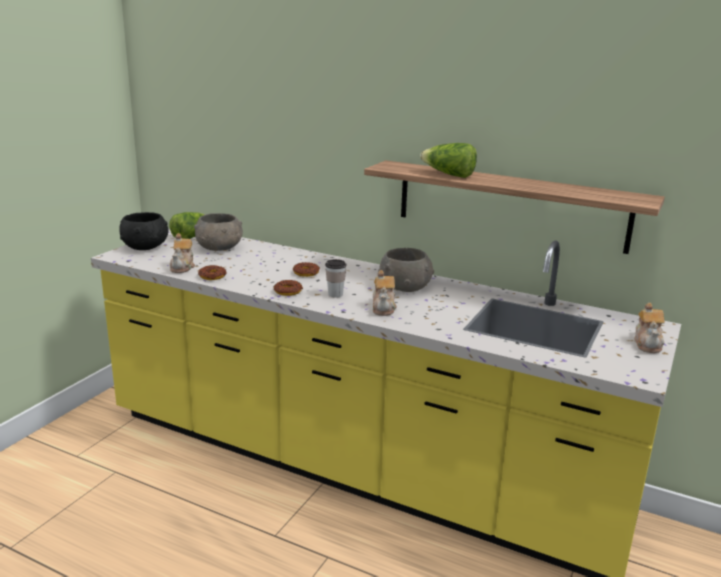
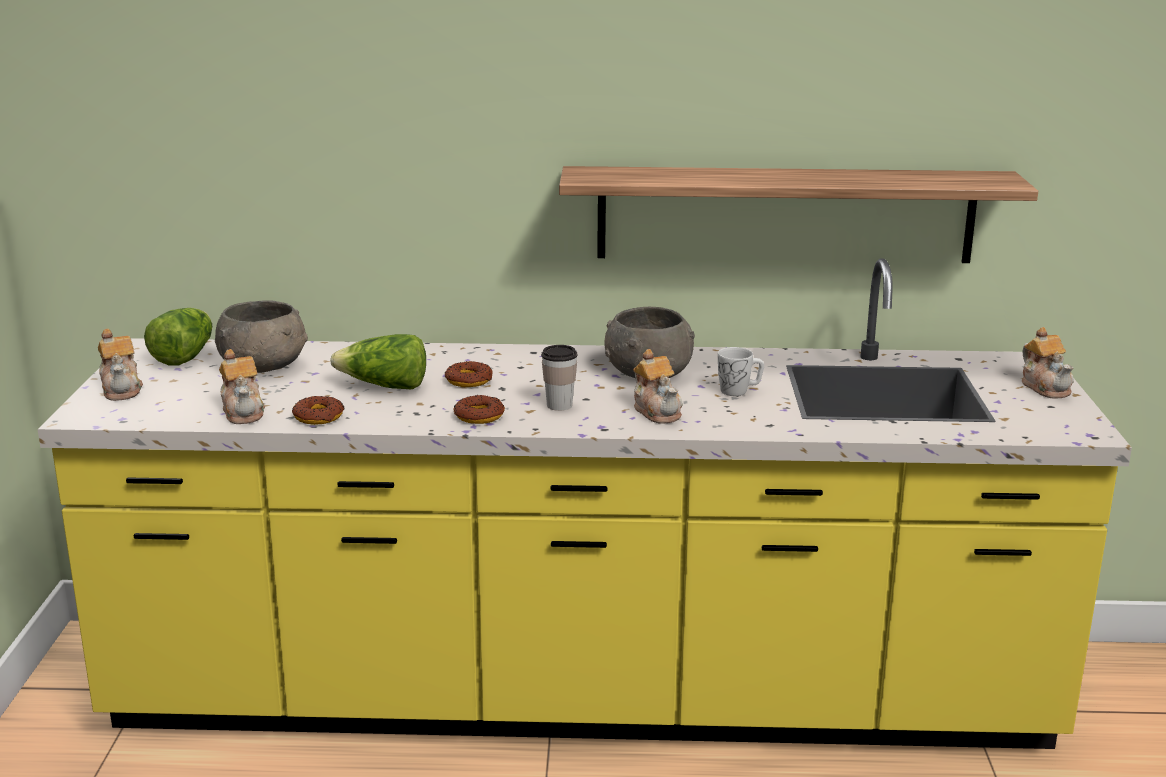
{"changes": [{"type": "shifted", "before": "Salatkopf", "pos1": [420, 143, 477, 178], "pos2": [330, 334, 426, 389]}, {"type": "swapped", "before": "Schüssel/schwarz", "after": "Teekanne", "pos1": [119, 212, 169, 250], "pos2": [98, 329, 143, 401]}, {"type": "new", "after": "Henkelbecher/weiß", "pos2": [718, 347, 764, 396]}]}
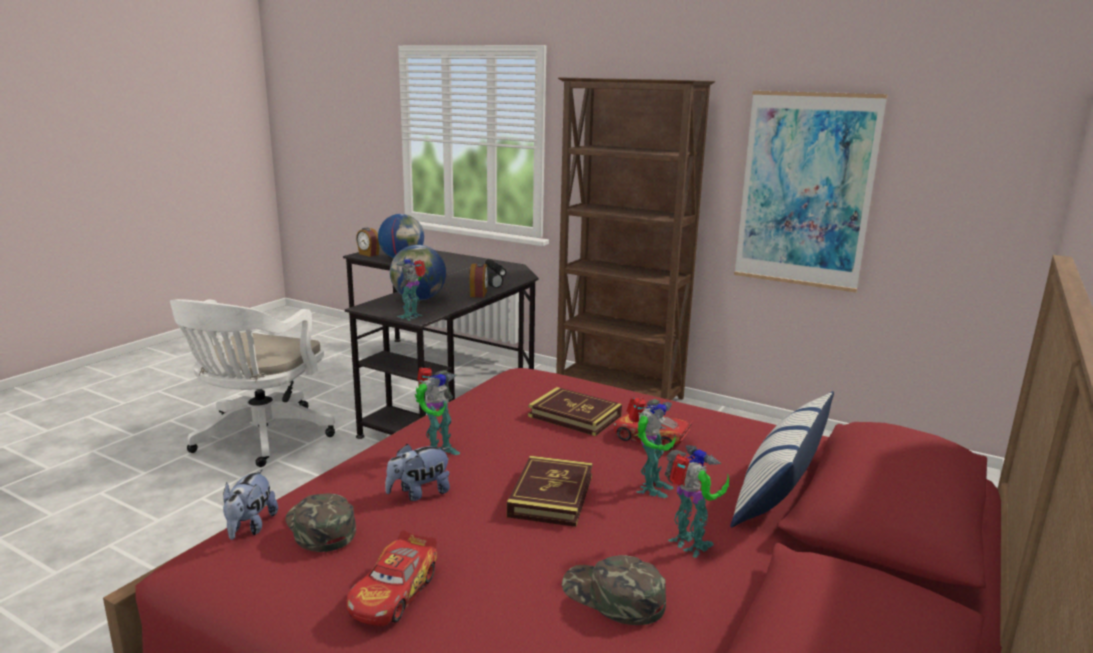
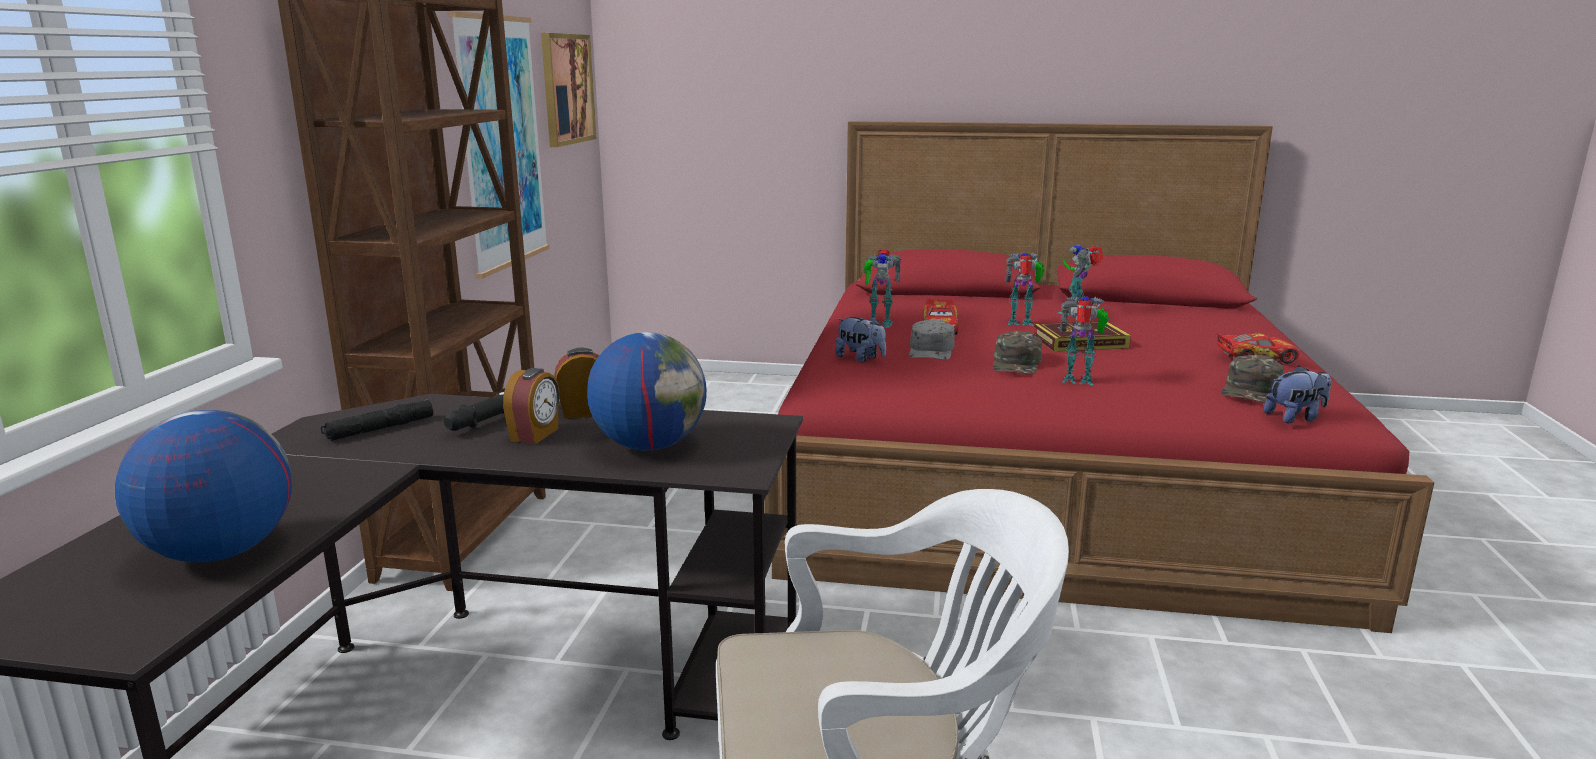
{"changes": [{"type": "shifted", "before": "Wecker", "pos1": [356, 228, 380, 257], "pos2": [503, 368, 560, 444]}, {"type": "shifted", "before": "Spielzeugroboter", "pos1": [396, 258, 426, 320], "pos2": [864, 249, 901, 328]}, {"type": "swapped", "before": "Buch", "after": "Kappe/grau", "pos1": [528, 387, 622, 436], "pos2": [909, 319, 955, 360]}, {"type": "gone", "before": "Kissen", "pos1": [730, 391, 834, 528]}, {"type": "shifted", "before": "Plüschtier", "pos1": [385, 444, 450, 501], "pos2": [835, 316, 886, 363]}, {"type": "shifted", "before": "Kappe/grün", "pos1": [562, 555, 666, 625], "pos2": [993, 331, 1042, 374]}, {"type": "new", "after": "Bild", "pos2": [541, 33, 596, 147]}]}
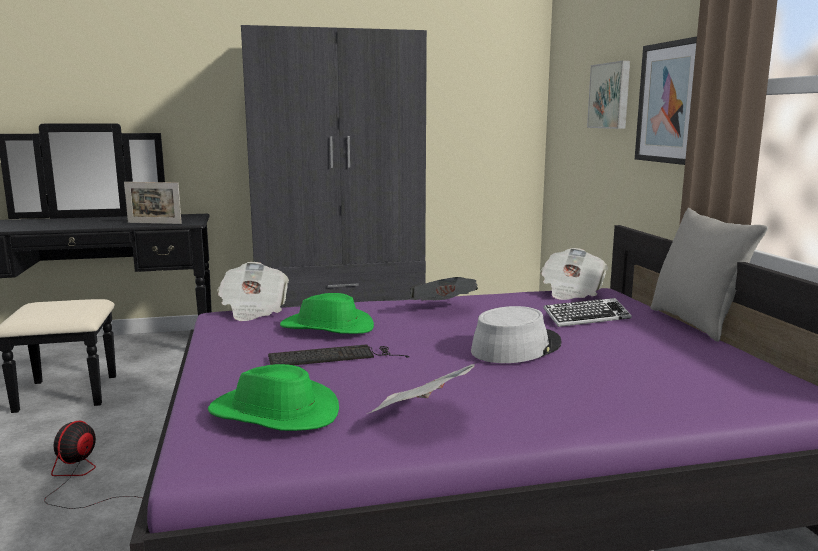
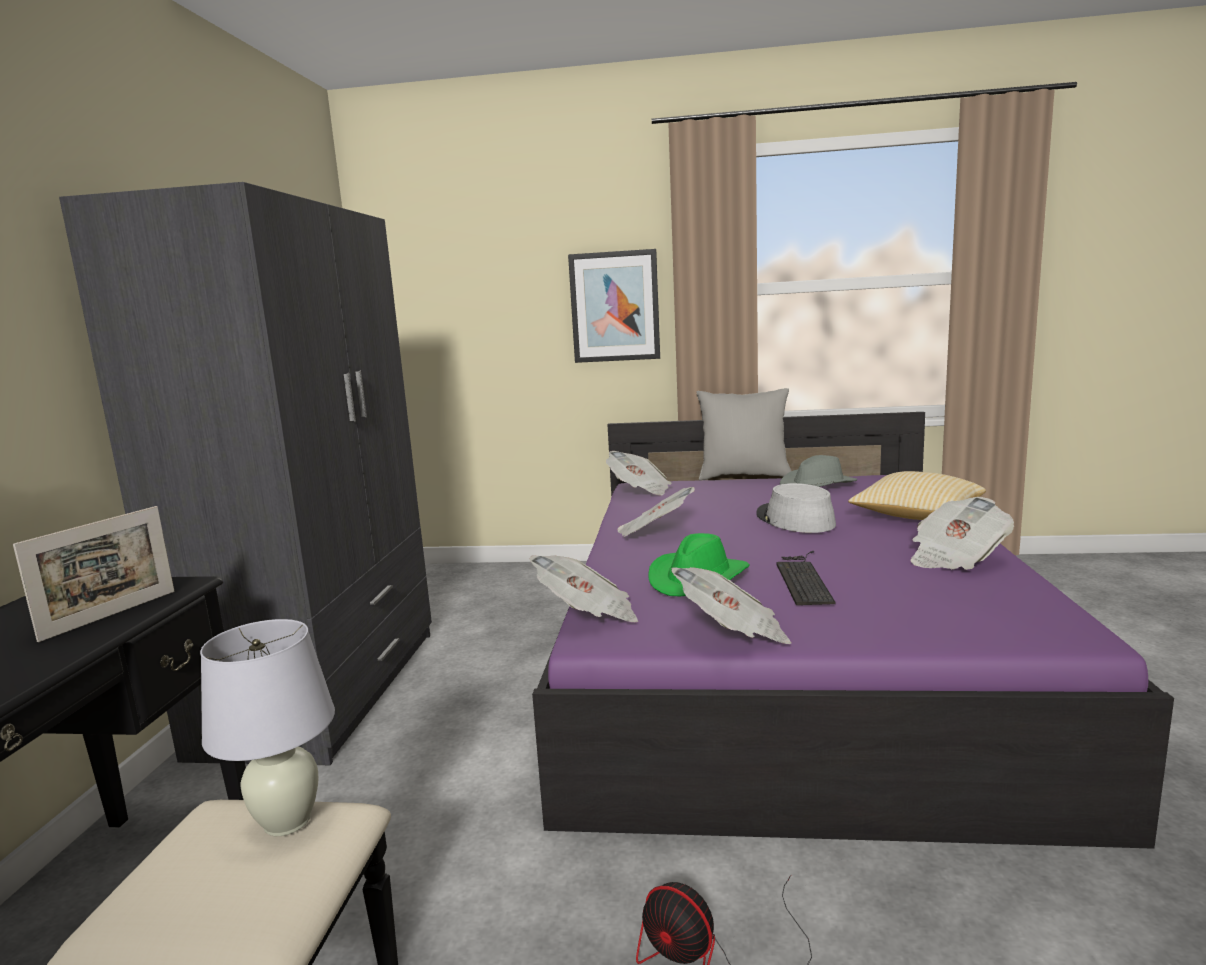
{"changes": [{"type": "gone", "before": "Bild", "pos1": [587, 61, 630, 129]}, {"type": "gone", "before": "Tastatur", "pos1": [543, 298, 632, 327]}, {"type": "gone", "before": "Hut/grün", "pos1": [208, 364, 339, 431]}, {"type": "new", "after": "Hut/grau", "pos2": [780, 455, 857, 487]}, {"type": "new", "after": "Kissen", "pos2": [848, 471, 986, 520]}, {"type": "new", "after": "Zeitung", "pos2": [671, 567, 791, 644]}, {"type": "new", "after": "Tischlampe/weiß", "pos2": [200, 619, 335, 836]}]}
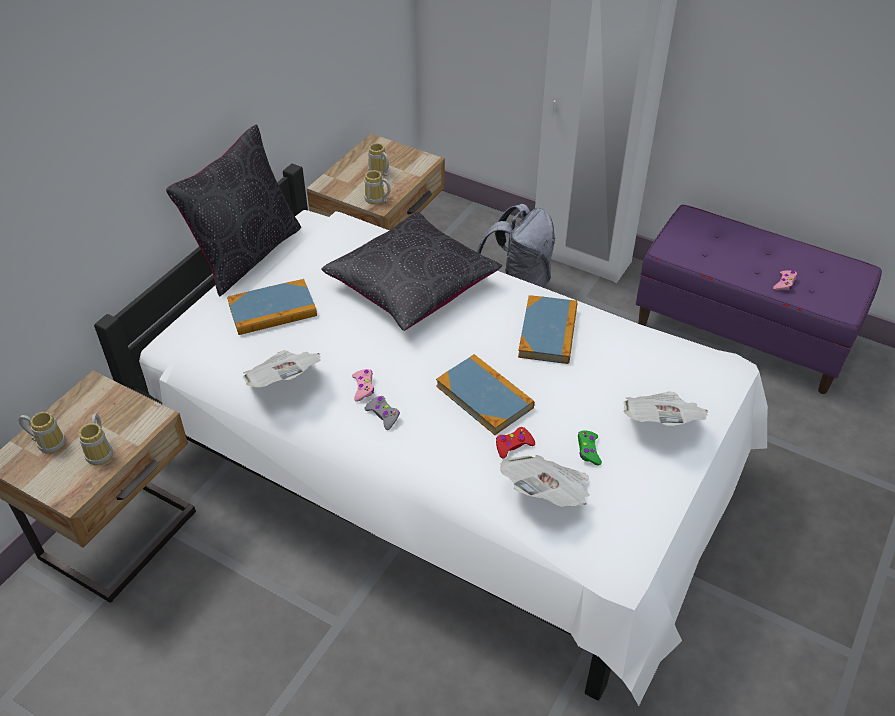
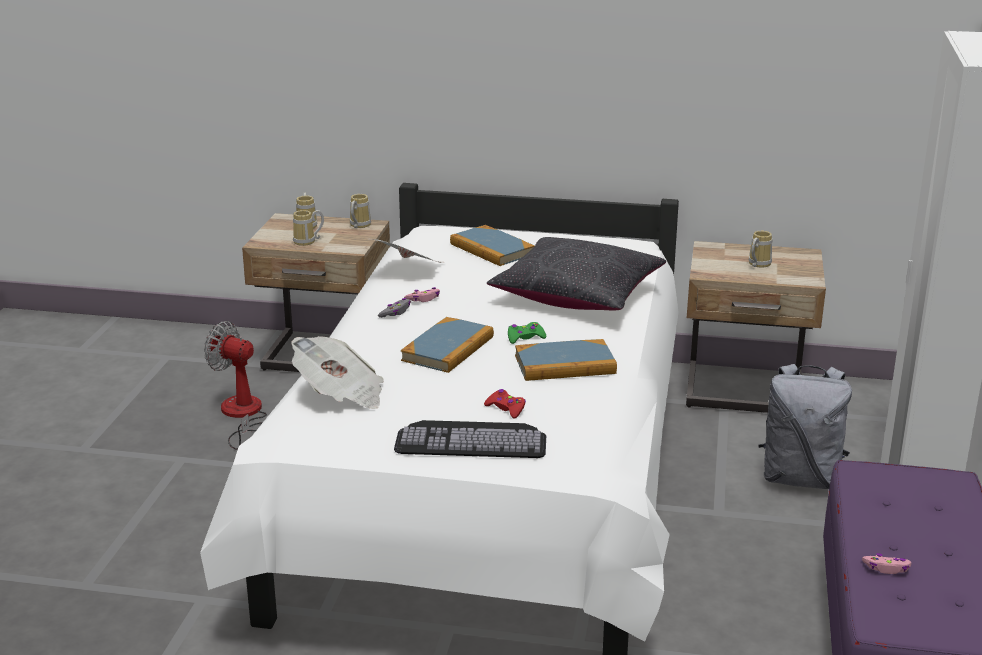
{"changes": [{"type": "gone", "before": "Kissen/schwarz", "pos1": [166, 125, 301, 297]}, {"type": "shifted", "before": "Henkelbecher", "pos1": [364, 170, 391, 205], "pos2": [350, 194, 371, 228]}, {"type": "swapped", "before": "Zeitung", "after": "Tastatur", "pos1": [623, 391, 709, 426], "pos2": [394, 420, 546, 458]}, {"type": "shifted", "before": "Gamepad/rot", "pos1": [496, 427, 535, 459], "pos2": [484, 389, 526, 419]}, {"type": "shifted", "before": "Gamepad/grün", "pos1": [578, 431, 602, 466], "pos2": [508, 322, 546, 344]}, {"type": "new", "after": "Ventilator", "pos2": [204, 321, 267, 450]}]}
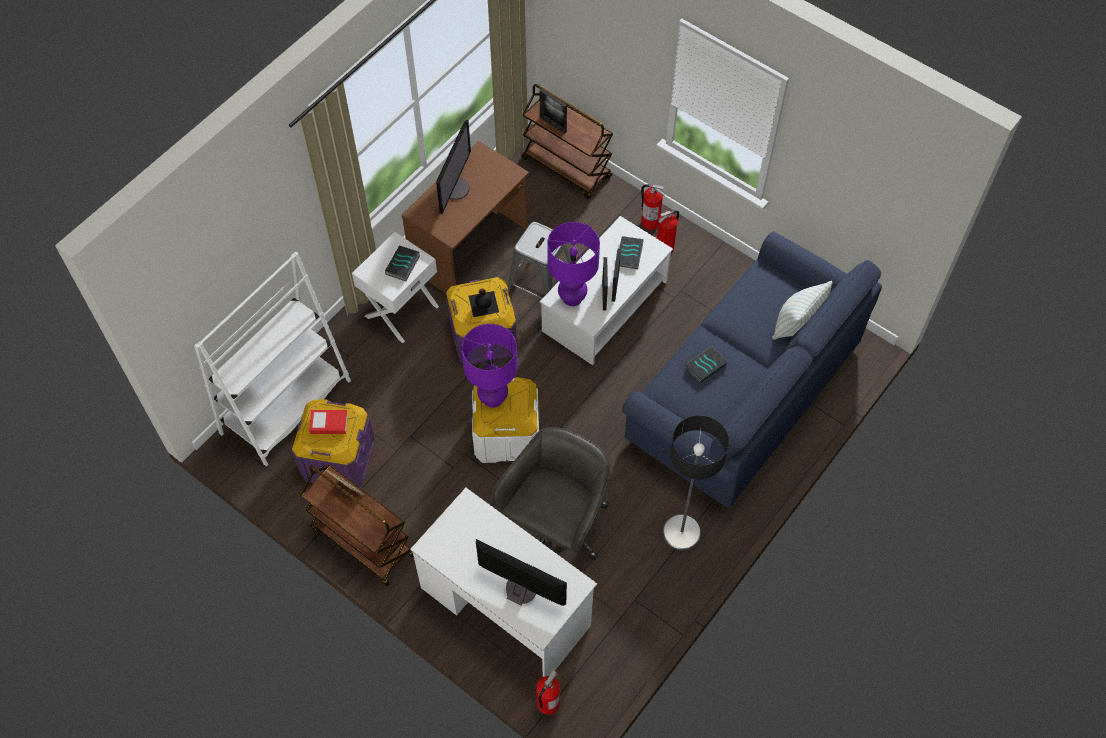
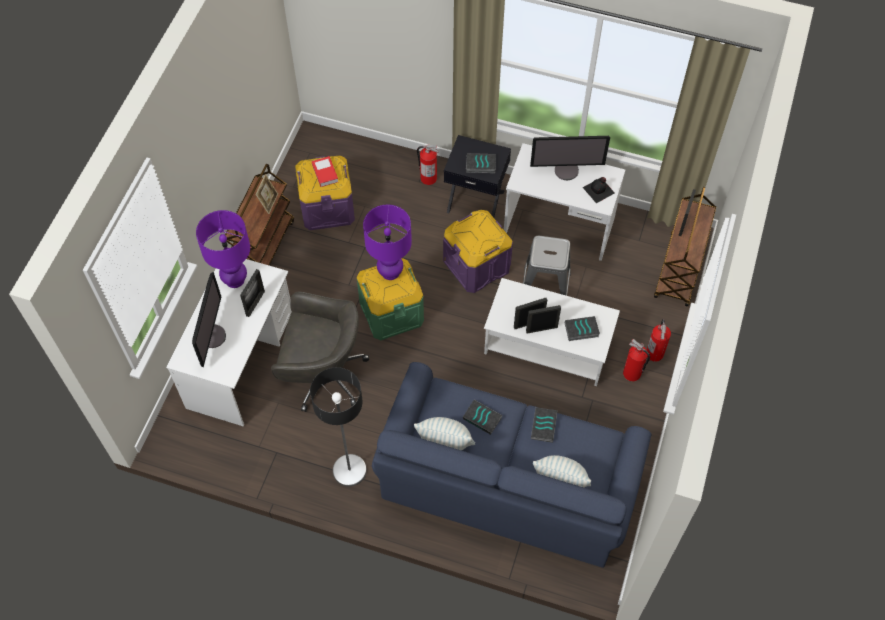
{"changes": [{"type": "repainted", "before": "Schreibtisch/braun", "after": "Schreibtisch/weiß", "pos1": [402, 141, 529, 293], "pos2": [504, 143, 625, 261]}, {"type": "shifted", "before": "Tischlampe/lila", "pos1": [547, 222, 600, 306], "pos2": [196, 210, 250, 288]}, {"type": "repainted", "before": "Nachttisch/weiß", "after": "Nachttisch/schwarz", "pos1": [352, 232, 439, 343], "pos2": [444, 135, 511, 217]}, {"type": "gone", "before": "Bücherregal/weiß", "pos1": [194, 252, 351, 466]}, {"type": "shifted", "before": "Flasche/schwarz", "pos1": [469, 288, 499, 317], "pos2": [583, 177, 615, 203]}, {"type": "repainted", "before": "Aufbewahrungsbox/weiß", "after": "Aufbewahrungsbox/grün", "pos1": [472, 377, 539, 463], "pos2": [356, 258, 424, 340]}, {"type": "shifted", "before": "Feuerlöscher", "pos1": [536, 670, 560, 715], "pos2": [417, 145, 439, 185]}, {"type": "new", "after": "Bilderrahmen", "pos2": [240, 269, 265, 317]}, {"type": "new", "after": "Buch", "pos2": [531, 407, 558, 443]}, {"type": "new", "after": "Kissen", "pos2": [414, 417, 475, 451]}]}
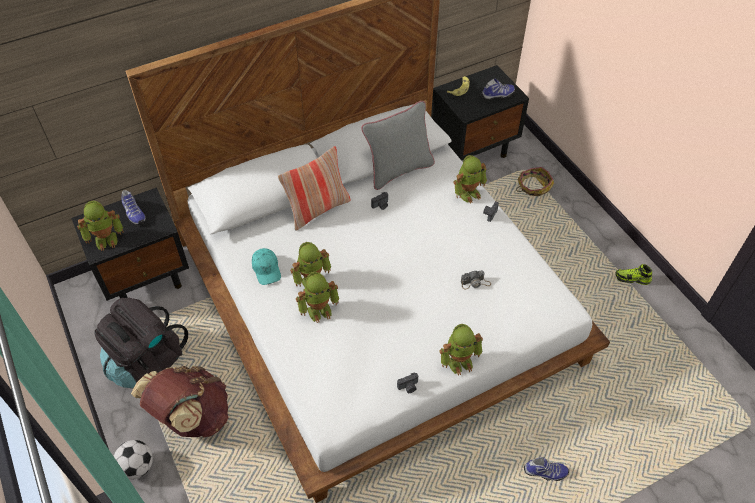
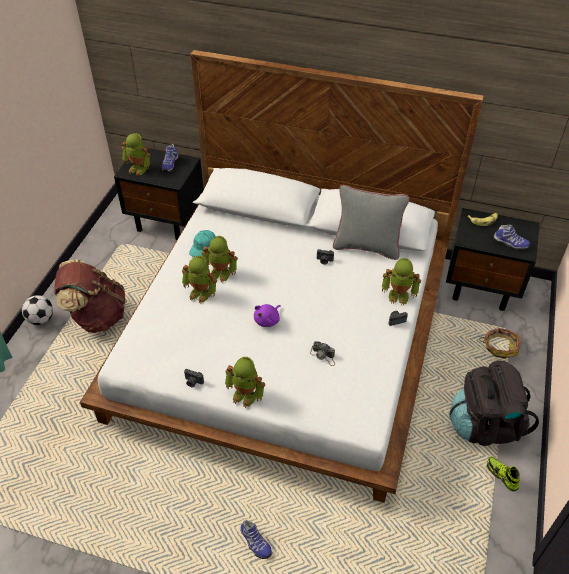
{"changes": [{"type": "gone", "before": "Kissen", "pos1": [278, 146, 351, 230]}, {"type": "shifted", "before": "Rucksack/schwarz", "pos1": [94, 298, 188, 388], "pos2": [449, 361, 539, 446]}, {"type": "new", "after": "Plüschtier/lila", "pos2": [254, 304, 281, 327]}]}
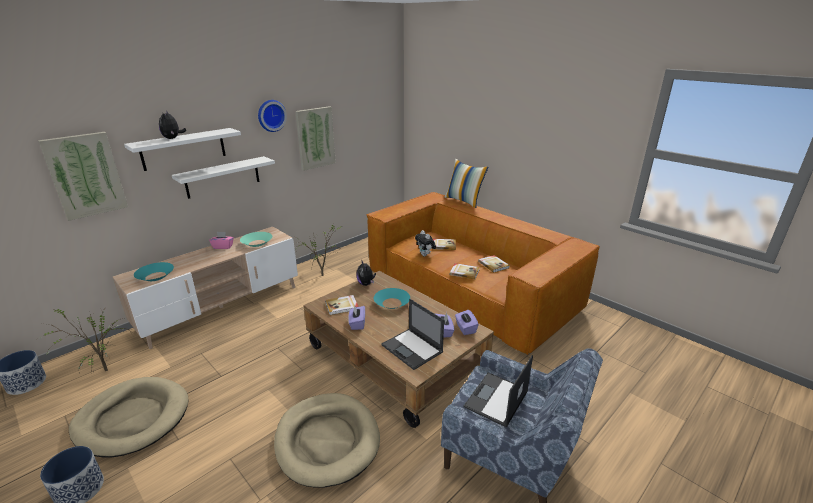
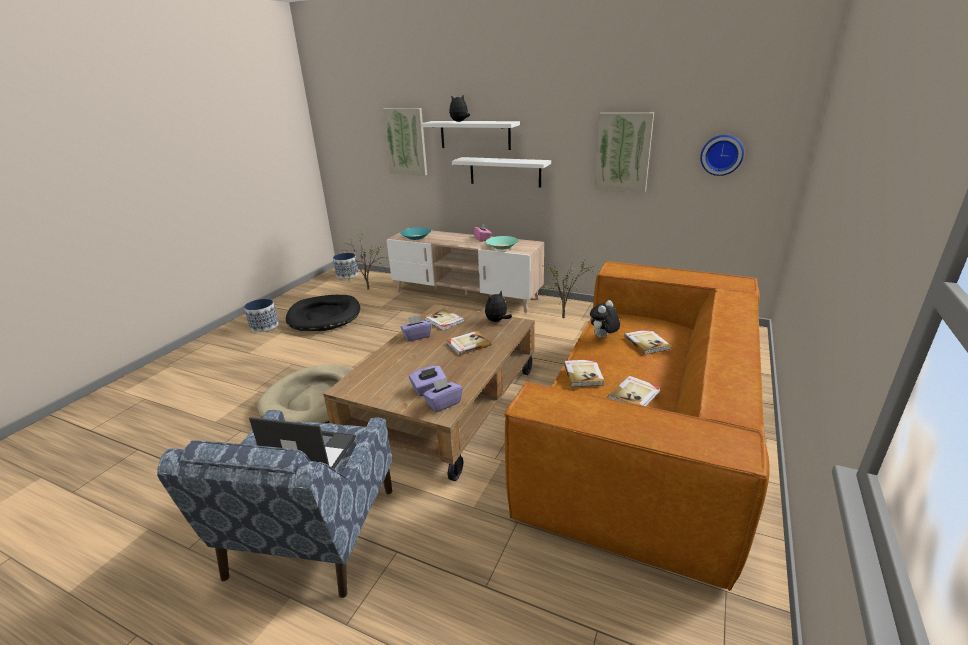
{"changes": [{"type": "shifted", "before": "Wanduhr", "pos1": [258, 100, 287, 132], "pos2": [700, 135, 744, 176]}, {"type": "gone", "before": "Kissen", "pos1": [445, 158, 489, 208]}, {"type": "swapped", "before": "Schüssel/türkis", "after": "Buch", "pos1": [374, 288, 410, 309], "pos2": [447, 331, 491, 356]}, {"type": "gone", "before": "Laptop", "pos1": [381, 299, 444, 370]}, {"type": "repainted", "before": "Hundebett/beige", "after": "Hundebett/schwarz", "pos1": [69, 377, 189, 457], "pos2": [286, 295, 360, 331]}]}
